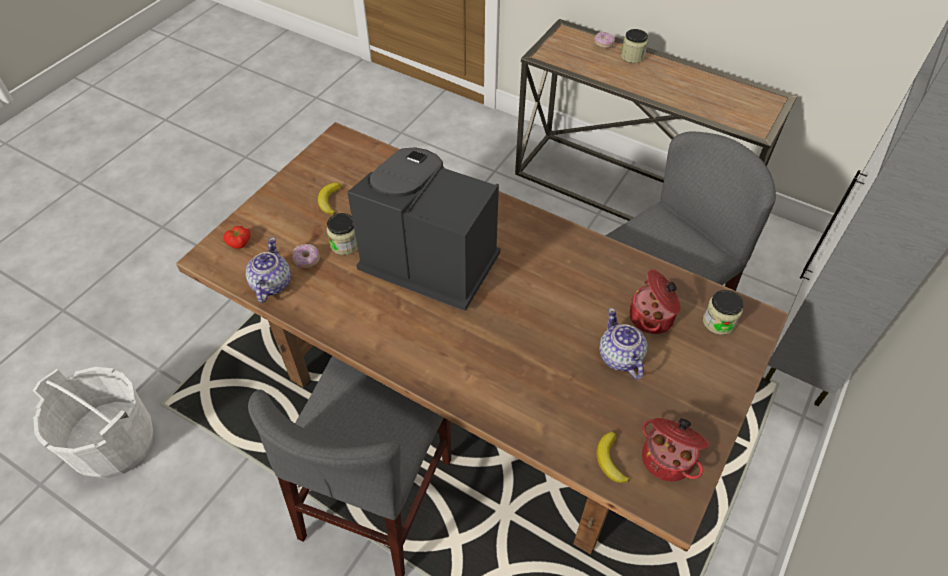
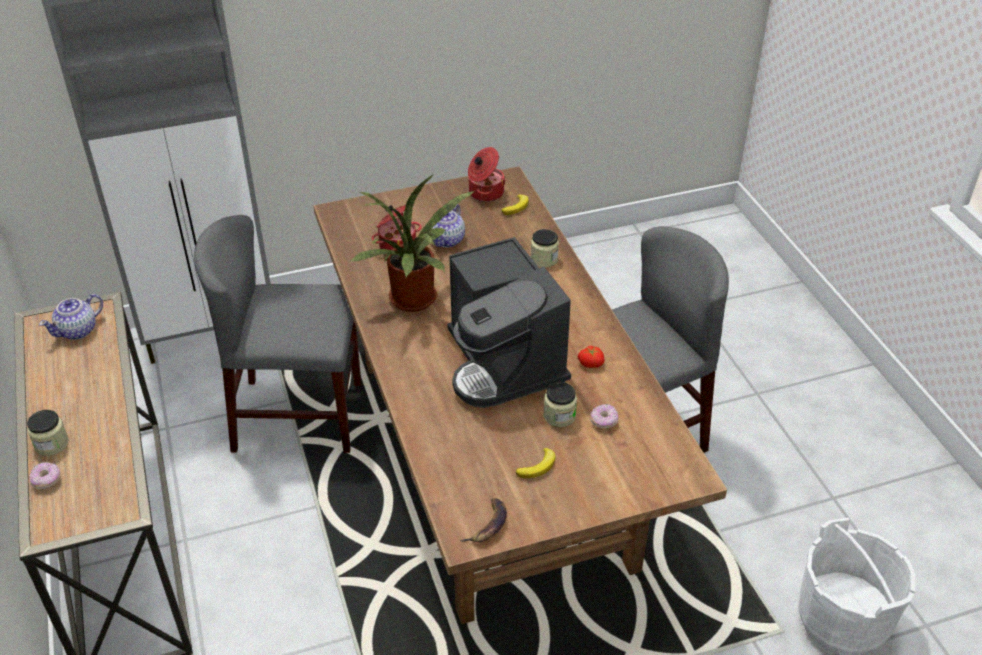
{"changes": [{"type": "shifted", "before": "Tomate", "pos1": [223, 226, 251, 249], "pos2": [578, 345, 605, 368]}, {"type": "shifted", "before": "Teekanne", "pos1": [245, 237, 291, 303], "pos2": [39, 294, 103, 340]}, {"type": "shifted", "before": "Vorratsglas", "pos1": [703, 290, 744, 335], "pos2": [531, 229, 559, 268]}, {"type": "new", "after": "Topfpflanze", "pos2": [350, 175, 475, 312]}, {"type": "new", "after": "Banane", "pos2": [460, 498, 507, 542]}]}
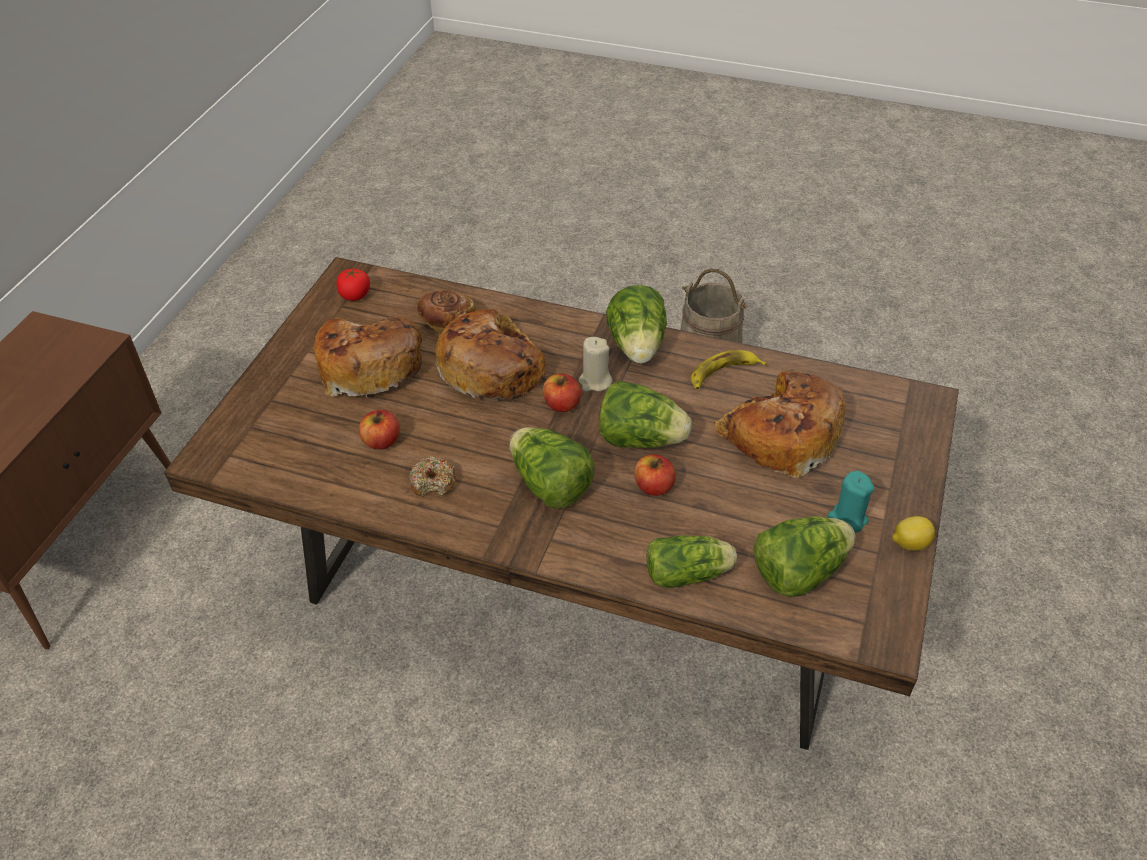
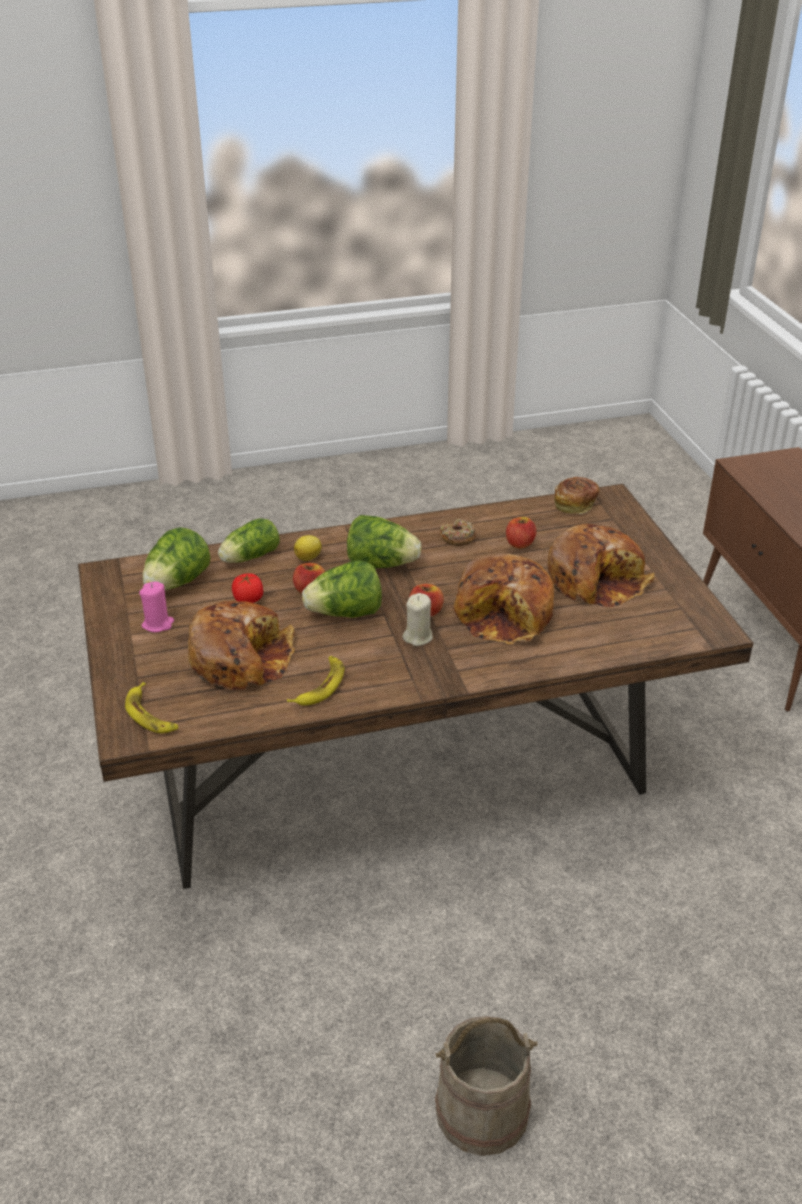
{"changes": [{"type": "shifted", "before": "Tomate", "pos1": [337, 268, 370, 301], "pos2": [232, 573, 263, 603]}, {"type": "gone", "before": "Salatkopf", "pos1": [606, 285, 667, 363]}, {"type": "shifted", "before": "Brot", "pos1": [417, 290, 475, 335], "pos2": [554, 477, 600, 514]}, {"type": "repainted", "before": "Kerze/türkis", "after": "Kerze/rosa", "pos1": [828, 471, 875, 533], "pos2": [139, 582, 174, 632]}, {"type": "shifted", "before": "Zitrone", "pos1": [892, 516, 935, 551], "pos2": [294, 535, 322, 561]}, {"type": "new", "after": "Banane", "pos2": [125, 682, 178, 733]}]}
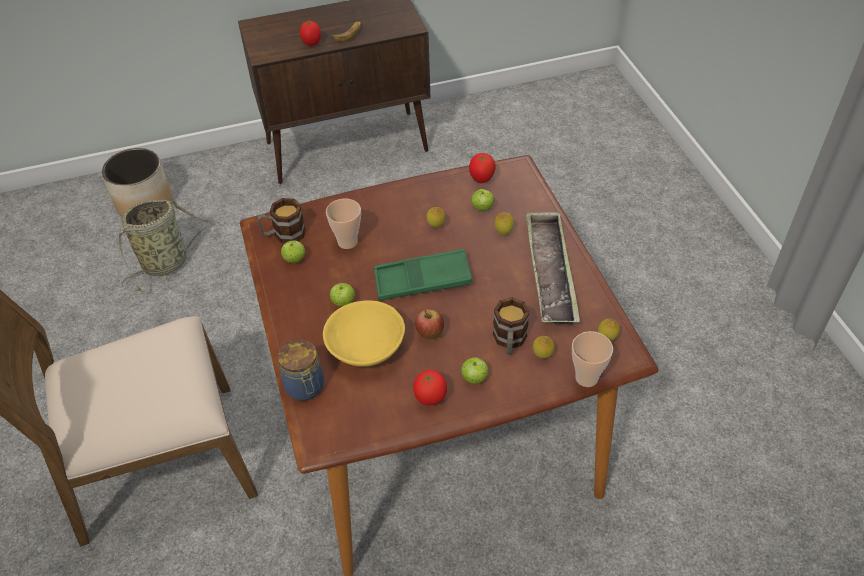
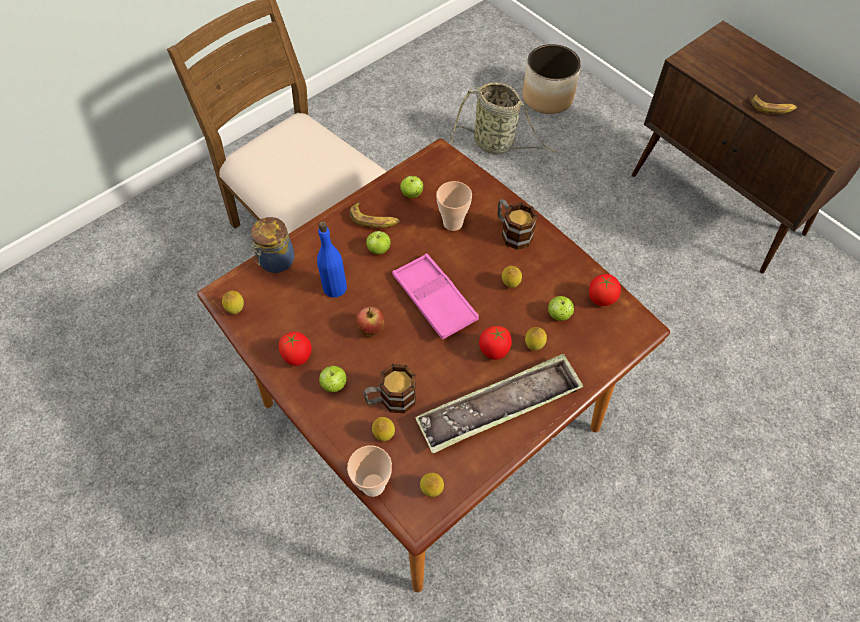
{"changes": [{"type": "shifted", "before": "Tomate", "pos1": [300, 21, 321, 46], "pos2": [479, 326, 512, 360]}, {"type": "shifted", "before": "Henkelbecher", "pos1": [257, 198, 306, 243], "pos2": [498, 199, 537, 250]}, {"type": "repainted", "before": "Tablett/grün", "after": "Tablett/rosa", "pos1": [374, 249, 472, 301], "pos2": [392, 253, 479, 340]}, {"type": "swapped", "before": "Schüssel/gelb", "after": "Flasche/blau", "pos1": [323, 300, 405, 367], "pos2": [317, 221, 347, 298]}, {"type": "new", "after": "Banane", "pos2": [349, 202, 400, 228]}, {"type": "new", "after": "Zitrone", "pos2": [222, 291, 244, 314]}]}
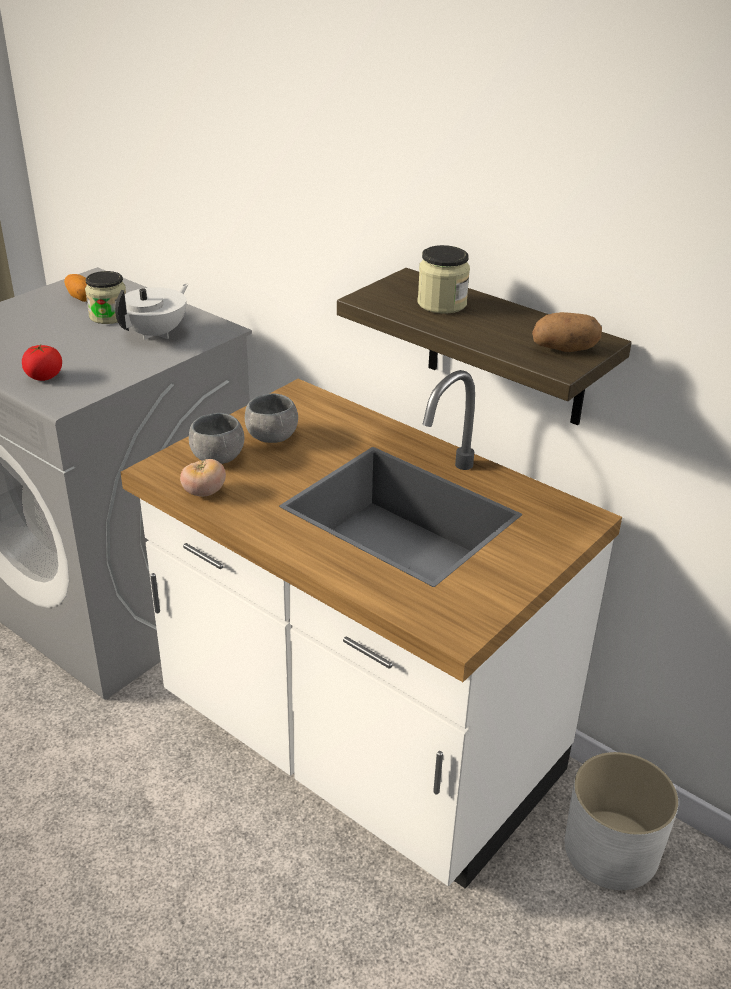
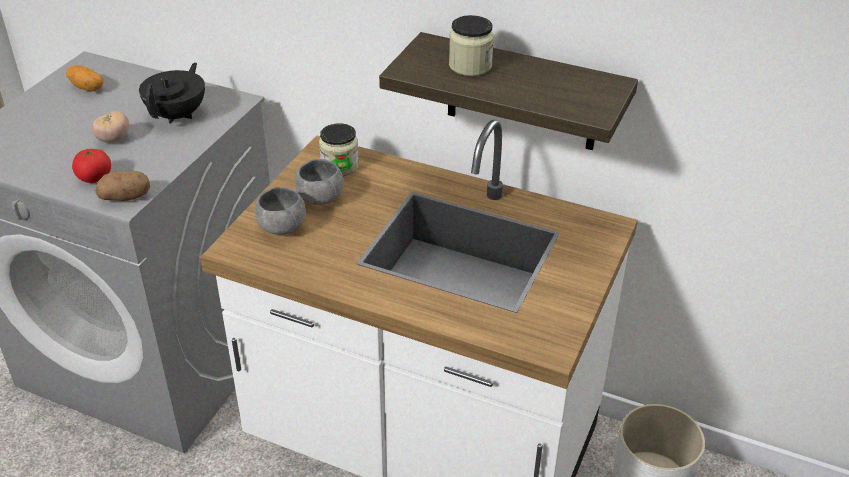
{"changes": [{"type": "shifted", "before": "Vorratsglas", "pos1": [85, 271, 126, 324], "pos2": [319, 123, 359, 176]}, {"type": "repainted", "before": "Teekanne/weiß", "after": "Teekanne/schwarz", "pos1": [115, 284, 188, 340], "pos2": [139, 63, 205, 123]}, {"type": "shifted", "before": "Kartoffel", "pos1": [532, 312, 602, 352], "pos2": [96, 171, 150, 201]}, {"type": "shifted", "before": "Tomate", "pos1": [180, 459, 226, 497], "pos2": [92, 111, 129, 143]}]}
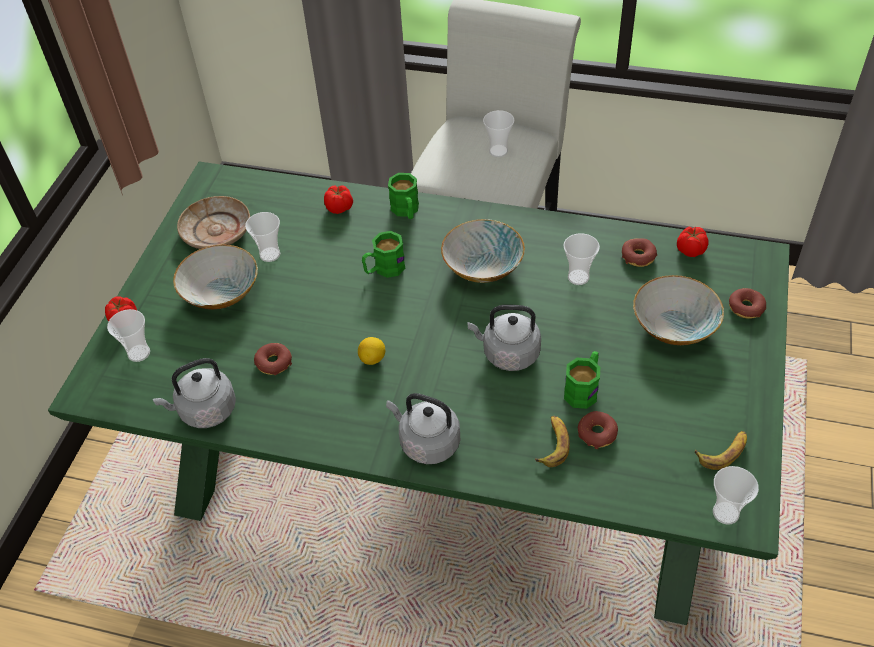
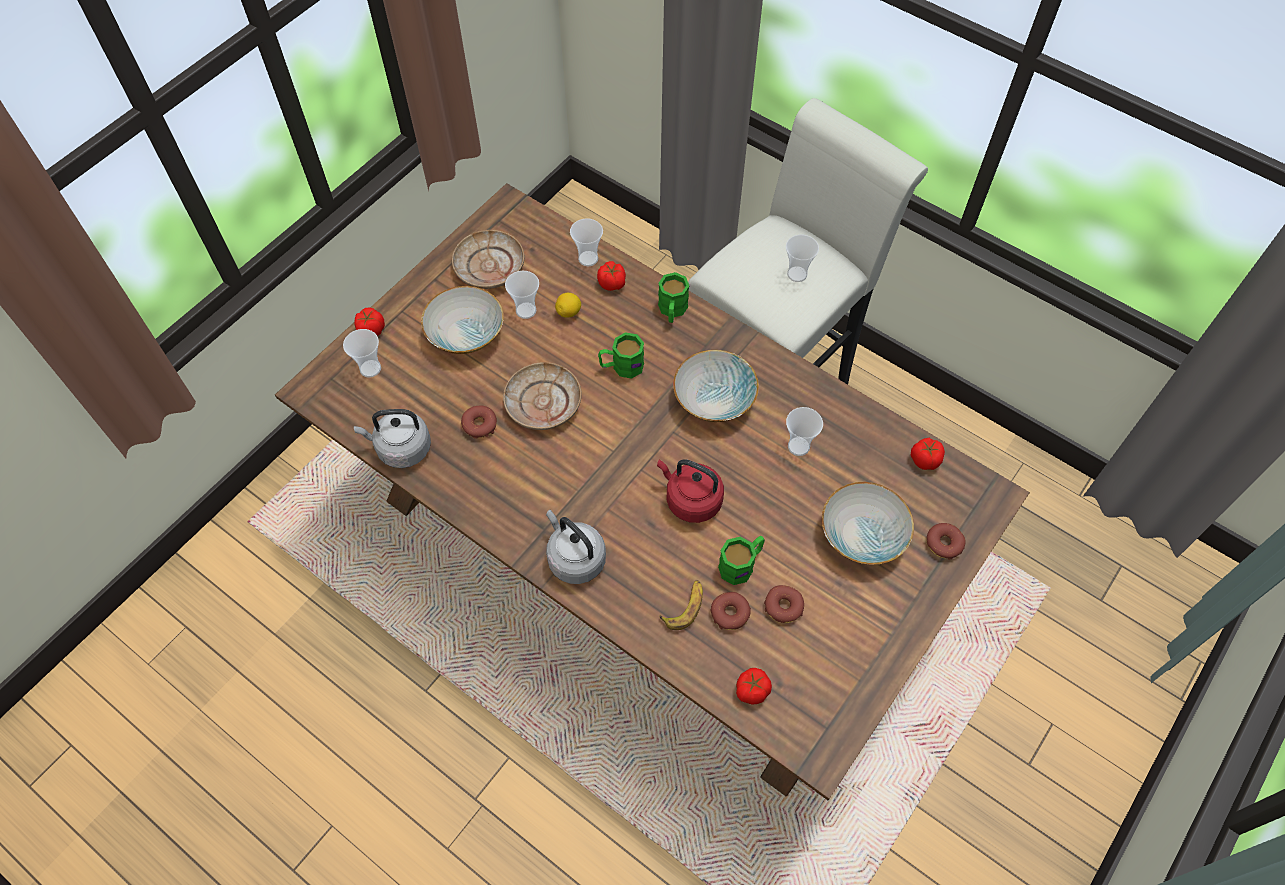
{"changes": [{"type": "repainted", "before": "Esstisch/grün", "after": "Esstisch/braun", "pos1": [48, 162, 790, 625], "pos2": [275, 183, 1030, 800]}, {"type": "shifted", "before": "Donut", "pos1": [622, 238, 657, 267], "pos2": [764, 585, 804, 623]}, {"type": "repainted", "before": "Wasserkessel/grau", "after": "Wasserkessel/rot", "pos1": [467, 305, 541, 371], "pos2": [657, 459, 724, 523]}, {"type": "shifted", "before": "Zitrone", "pos1": [358, 337, 385, 365], "pos2": [555, 293, 581, 318]}, {"type": "gone", "before": "Banane", "pos1": [695, 431, 747, 470]}, {"type": "shifted", "before": "Tasse", "pos1": [713, 466, 759, 525], "pos2": [570, 218, 603, 266]}, {"type": "new", "after": "Teller/beige", "pos2": [503, 362, 582, 430]}, {"type": "new", "after": "Tomate", "pos2": [736, 668, 772, 705]}]}
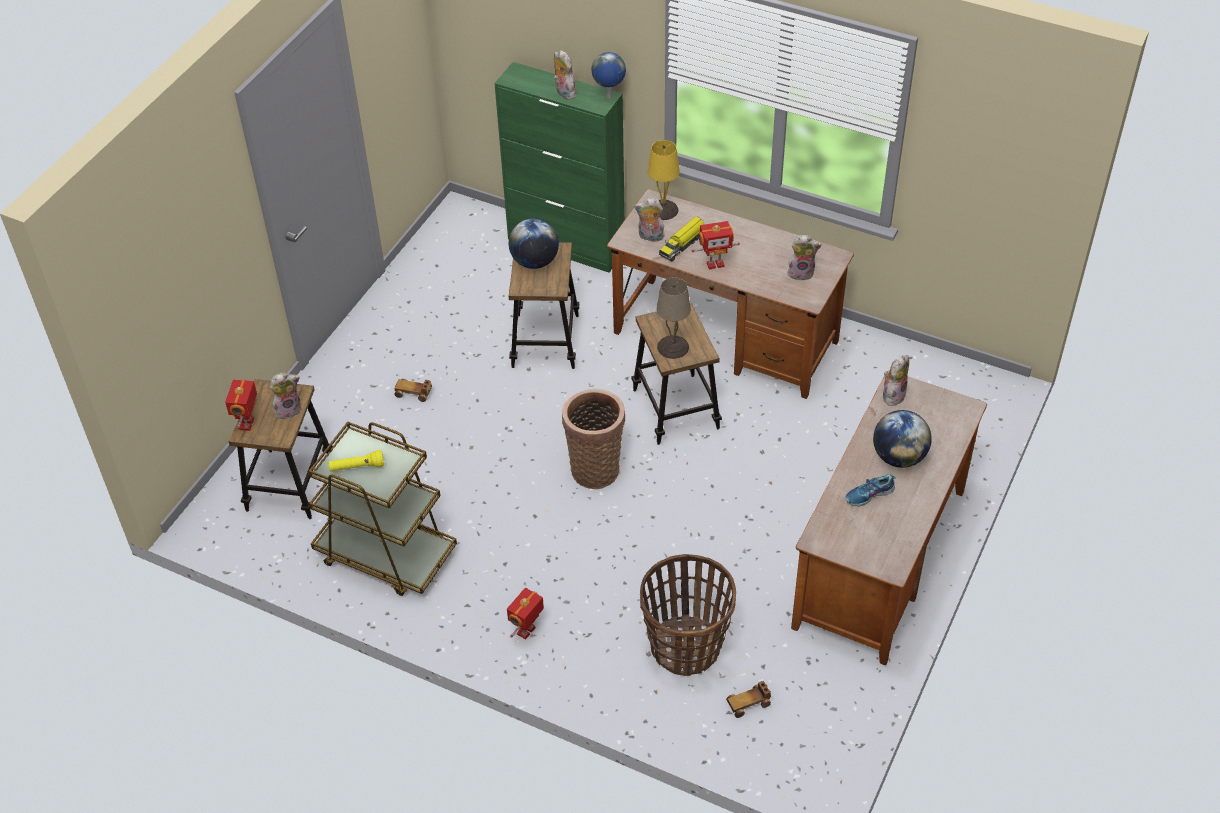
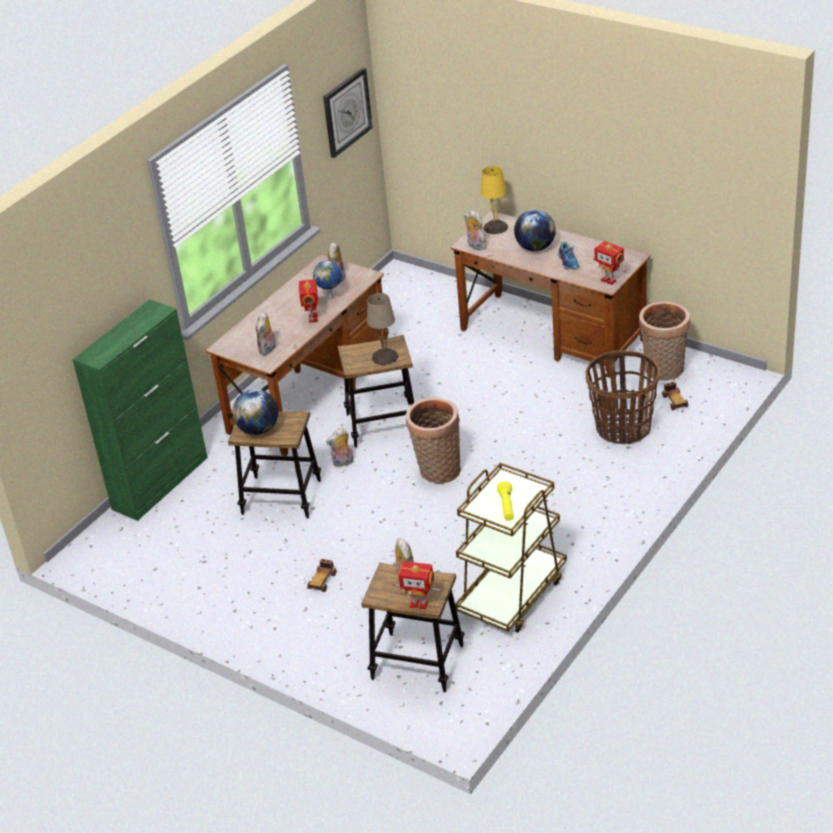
{"changes": [{"type": "shifted", "before": "Plüschtier", "pos1": [554, 50, 577, 100], "pos2": [326, 428, 354, 467]}, {"type": "shifted", "before": "Globus", "pos1": [591, 52, 626, 98], "pos2": [313, 260, 342, 300]}, {"type": "shifted", "before": "Tischlampe/gelb", "pos1": [648, 140, 680, 220], "pos2": [481, 166, 508, 234]}, {"type": "gone", "before": "Spielzeuglaster", "pos1": [659, 217, 705, 261]}, {"type": "shifted", "before": "Spielzeugroboter", "pos1": [507, 588, 544, 639], "pos2": [593, 241, 626, 285]}, {"type": "new", "after": "Wanduhr", "pos2": [323, 68, 373, 158]}, {"type": "new", "after": "Korb", "pos2": [639, 301, 690, 381]}]}
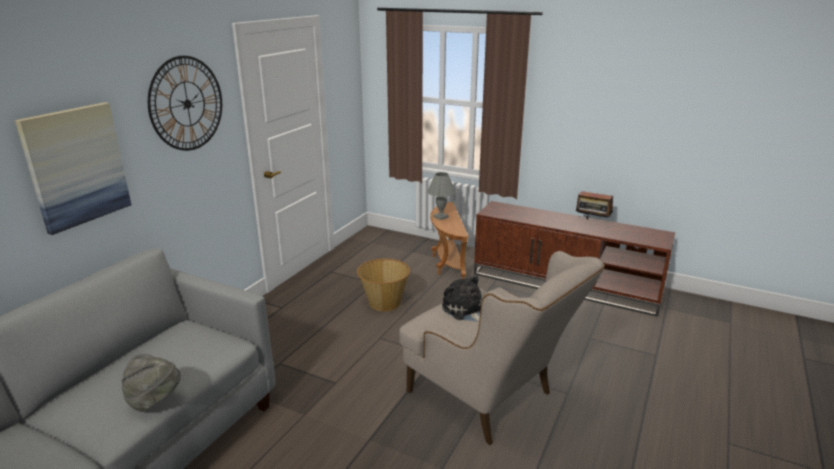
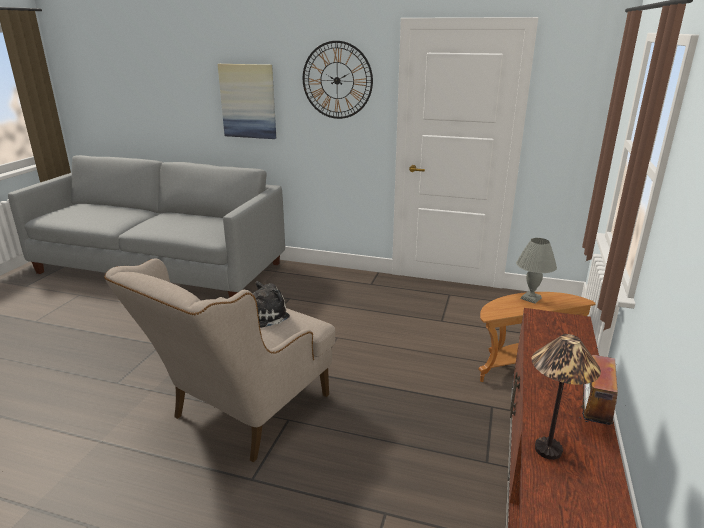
{"changes": [{"type": "gone", "before": "Korb", "pos1": [357, 259, 410, 311]}, {"type": "gone", "before": "Hut/grau", "pos1": [122, 354, 181, 412]}, {"type": "new", "after": "Tischlampe", "pos2": [532, 334, 601, 460]}]}
